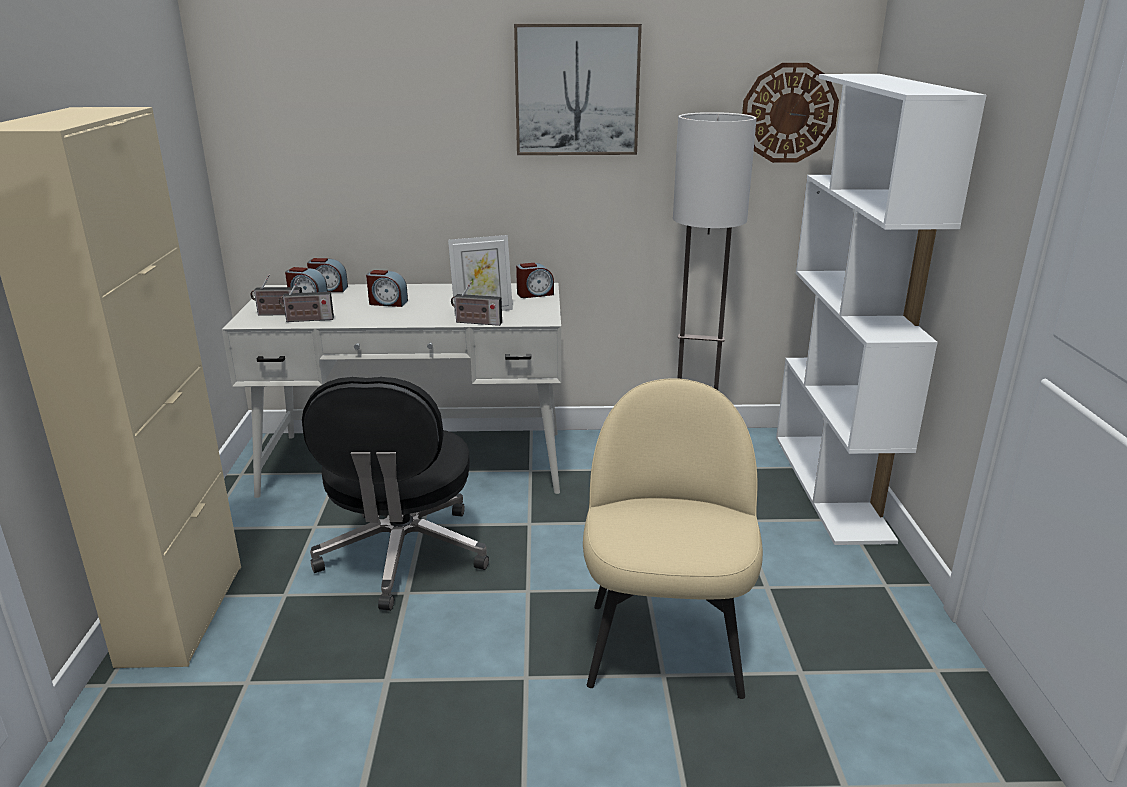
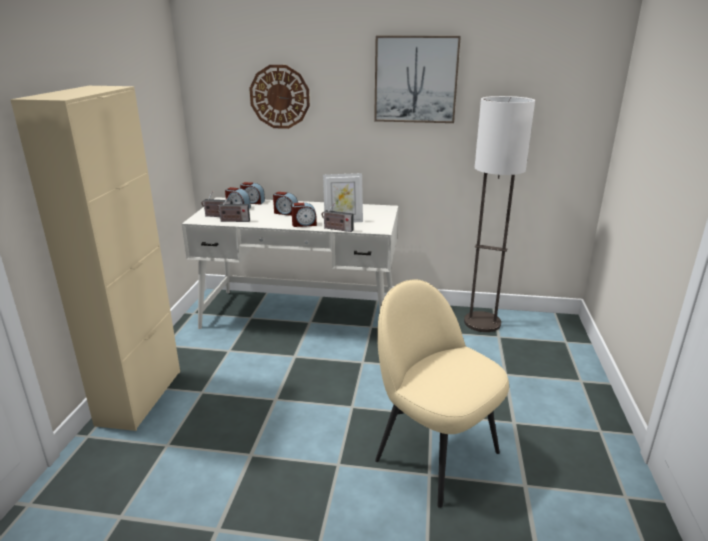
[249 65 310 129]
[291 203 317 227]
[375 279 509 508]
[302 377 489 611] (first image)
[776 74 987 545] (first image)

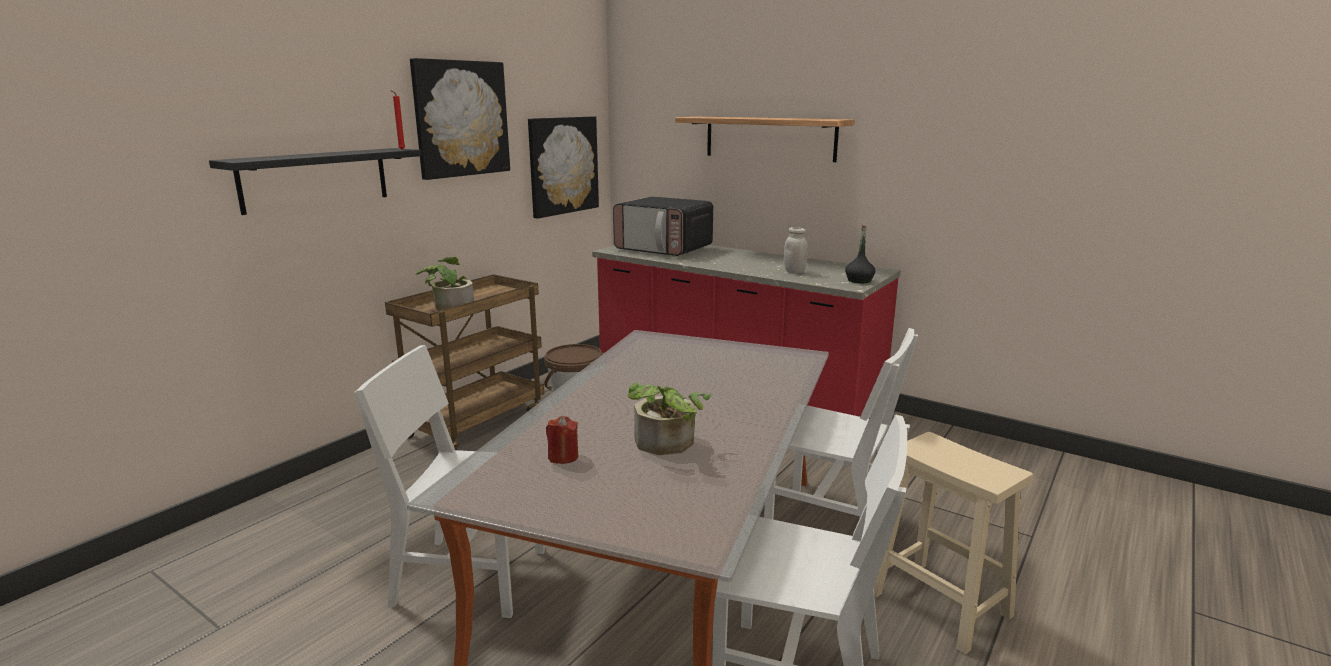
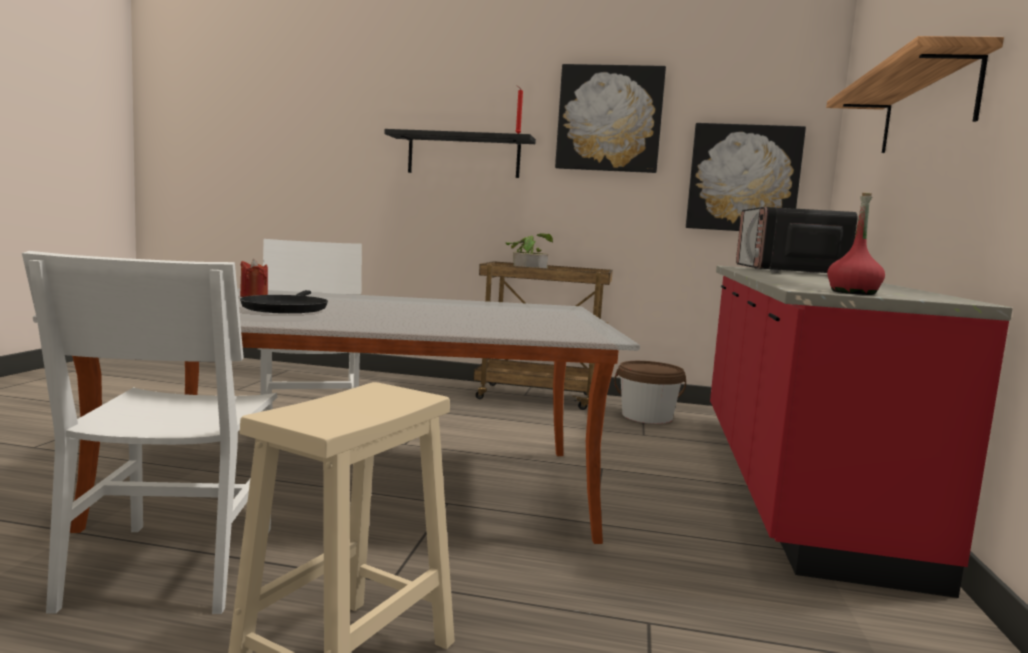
[240 290 328 313]
[827 192 885 295]
[764 328 918 519] (first image)
[784 227 808 273] (first image)

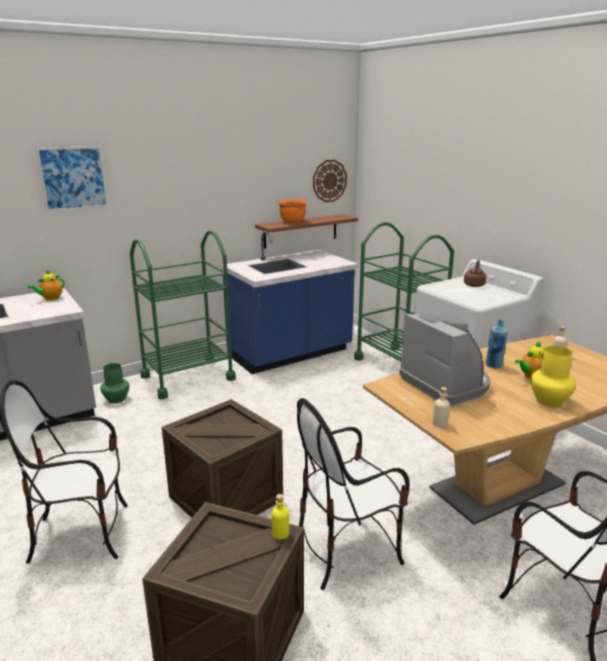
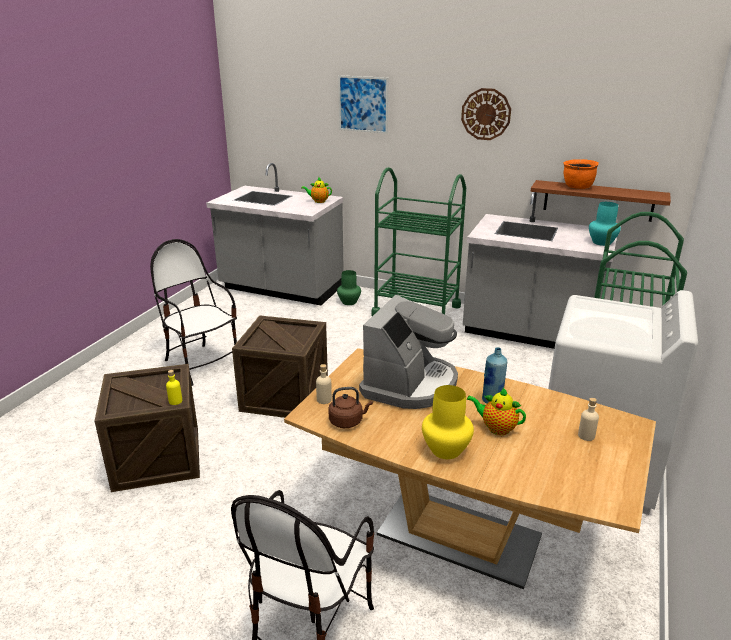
[329 387 373 428]
[461 88 511 140]
[463 192 617 349]
[589 202 621 246]
[297 398 410 590] (first image)

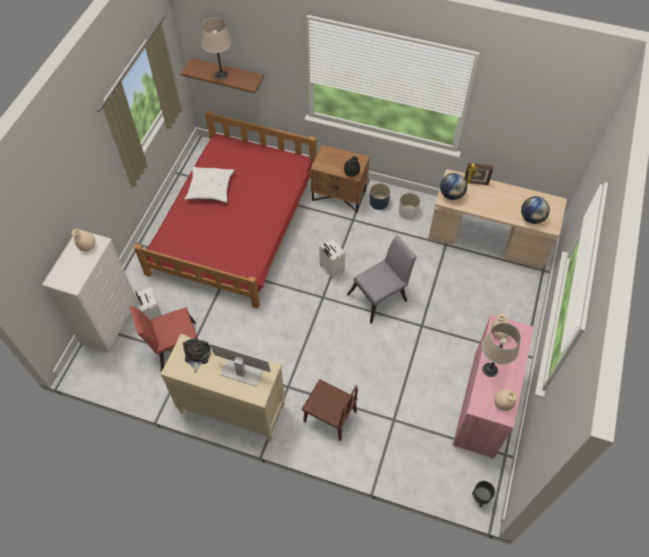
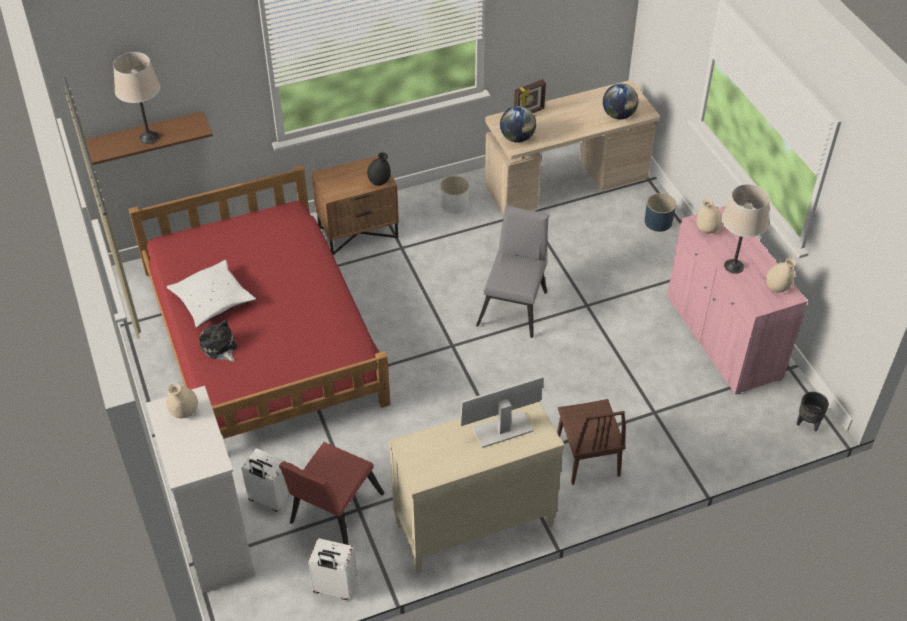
[199 320 237 362]
[308 538 357 600]
[557 399 626 485]
[645 193 676 232]

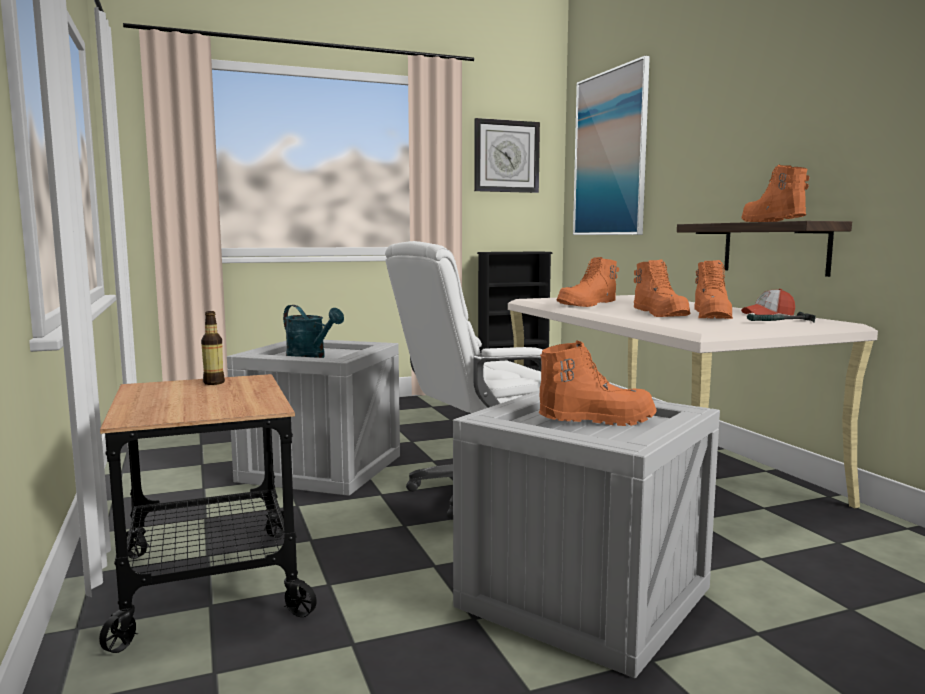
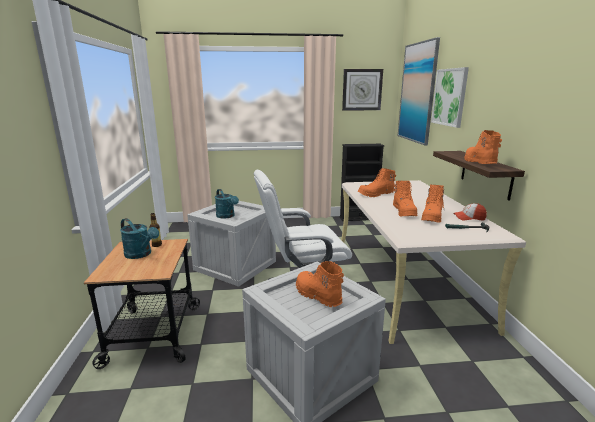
[120 218 159 259]
[296 261 344 307]
[431 67 469 128]

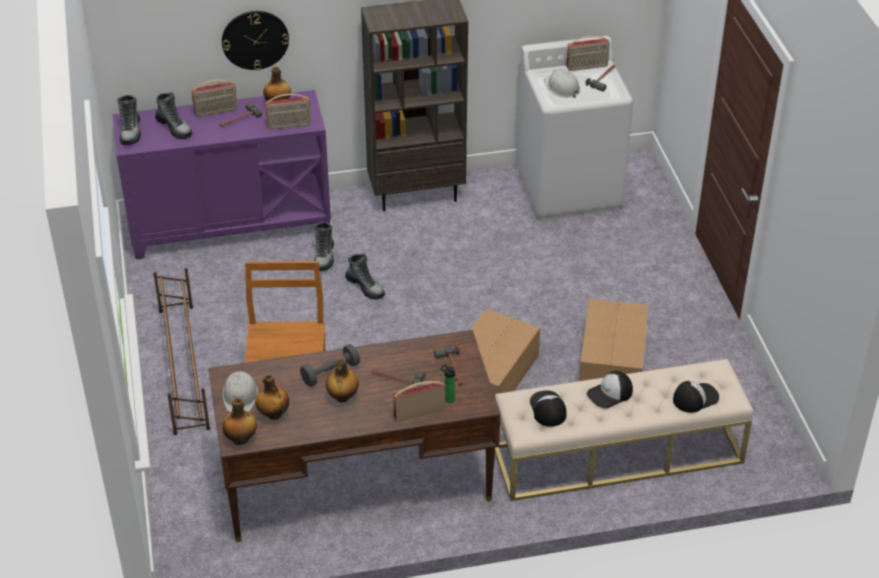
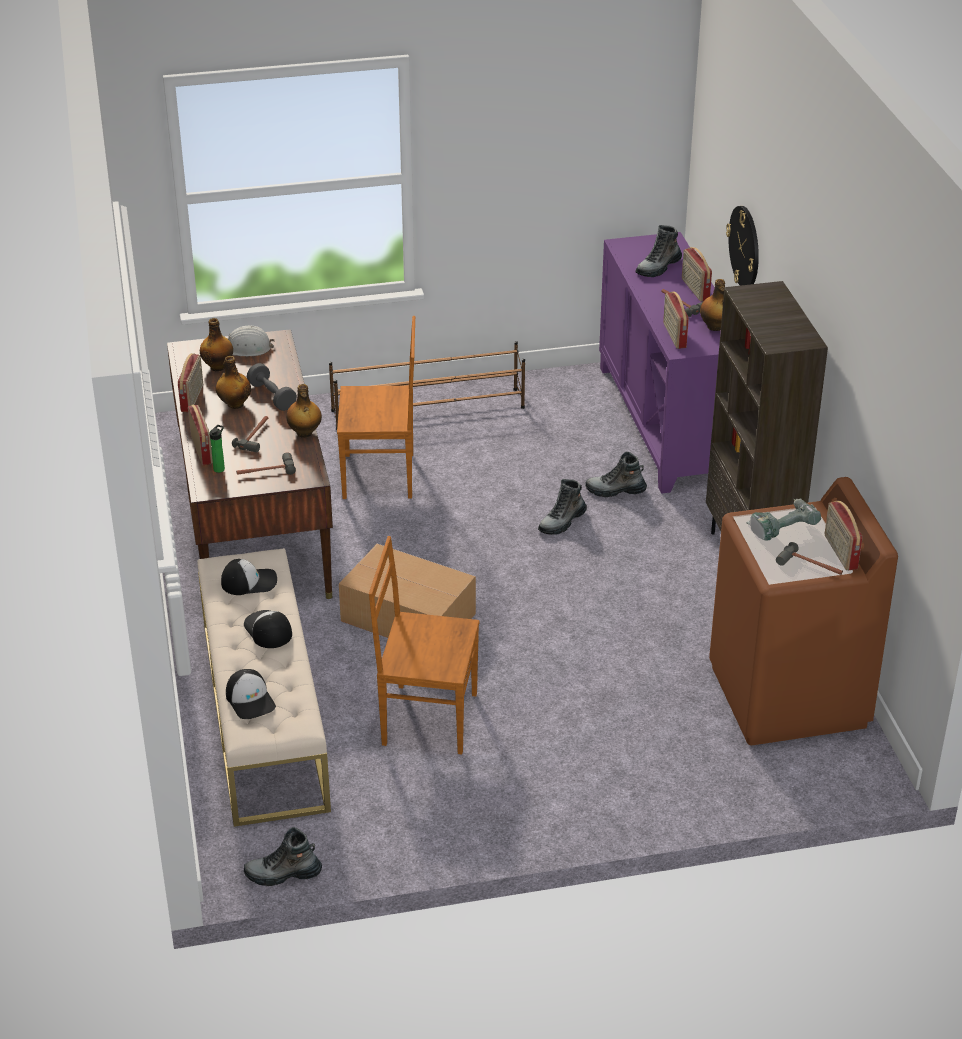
[178 353 203 412]
[244 827 322 886]
[286 384 322 438]
[369 536 480 754]
[709 477 898 745]
[746 498 821 541]

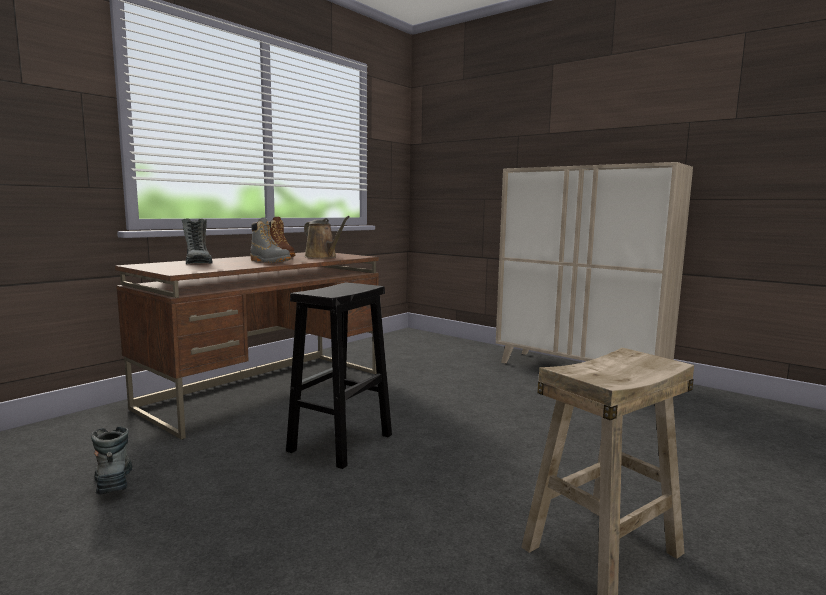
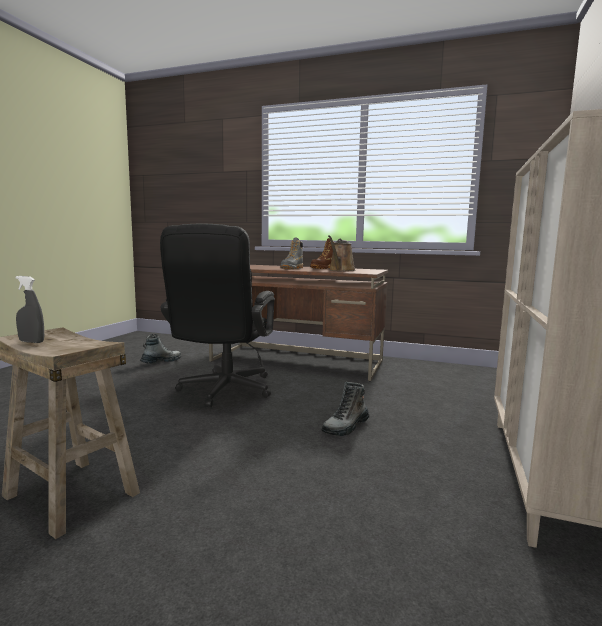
[15 276 44 343]
[160 224 275 407]
[322 381 370 436]

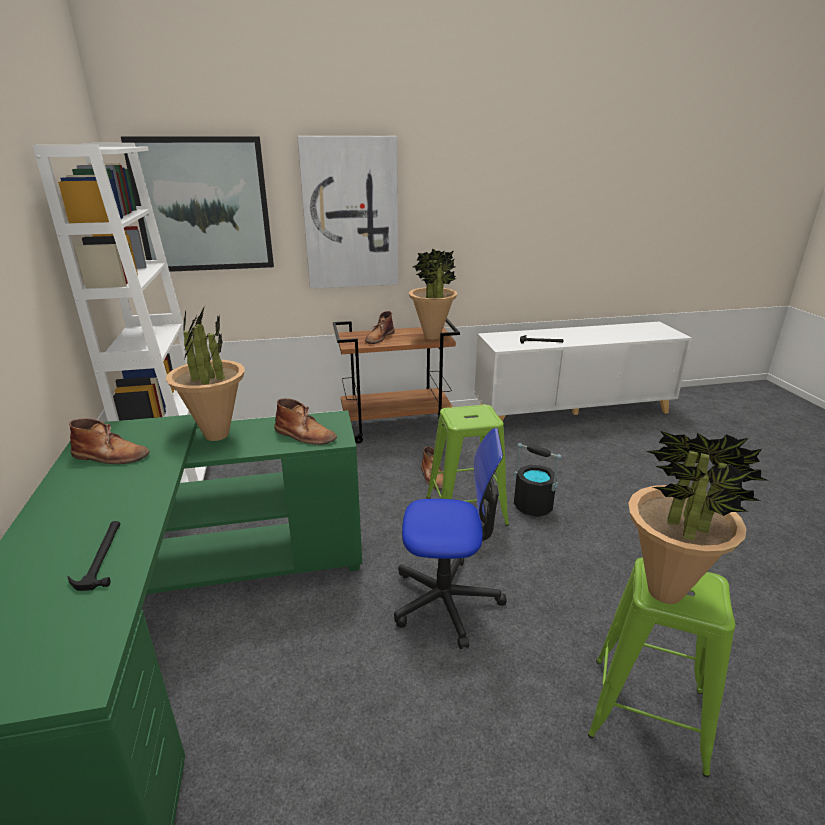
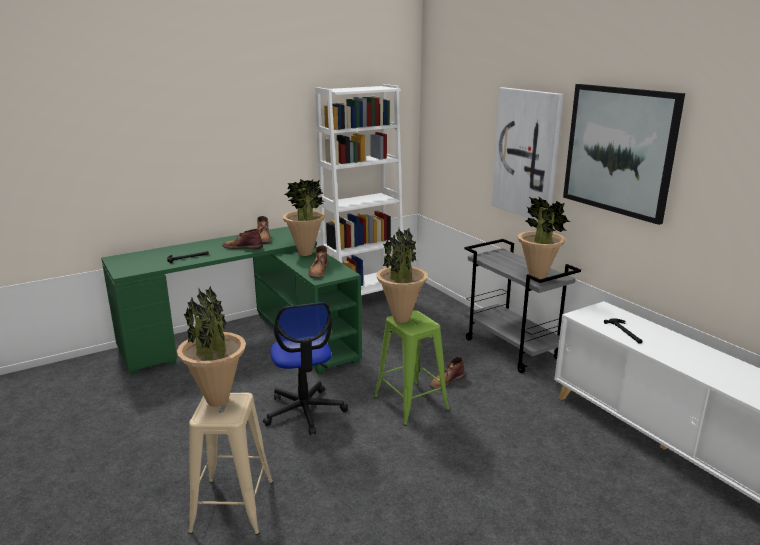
[188 392 273 535]
[222 229 263 249]
[376 228 428 323]
[464 239 581 373]
[563 84 685 225]
[514 443 562 517] (first image)

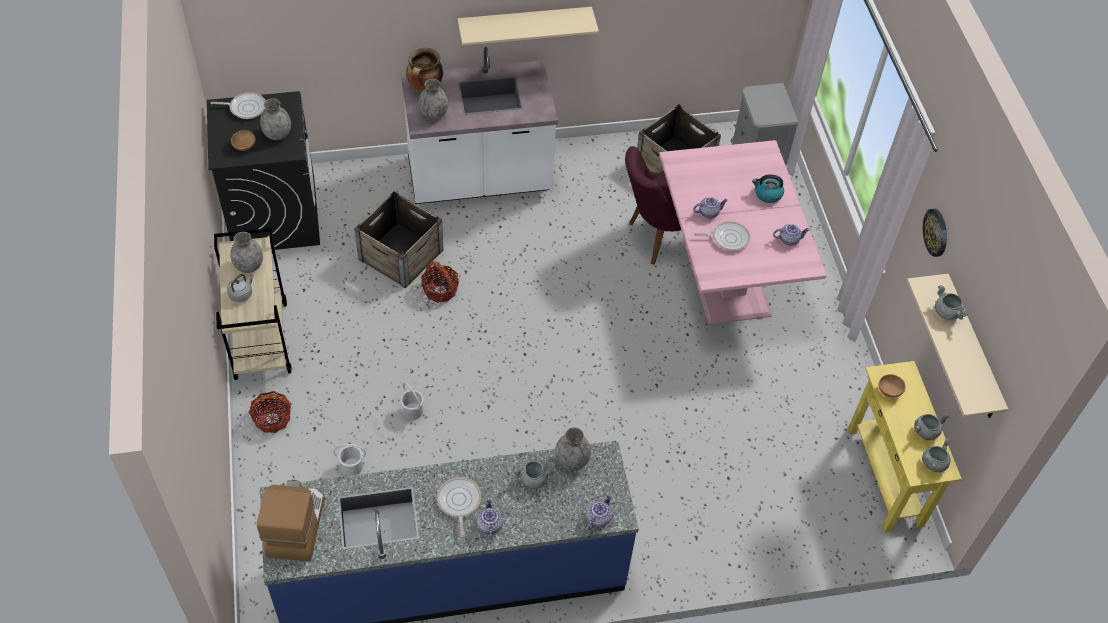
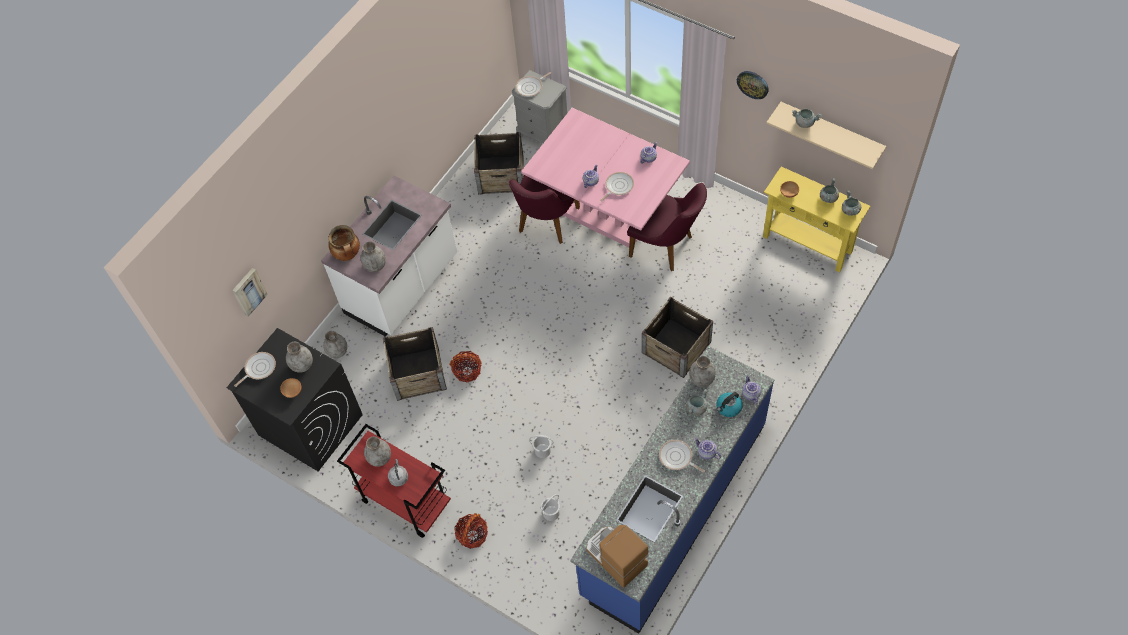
[232 268 268 317]
[323 330 347 358]
[337 424 451 538]
[516 72 551 97]
[627 183 707 271]
[642 297 713 378]
[716 392 743 417]
[457 7 599 45] (first image)

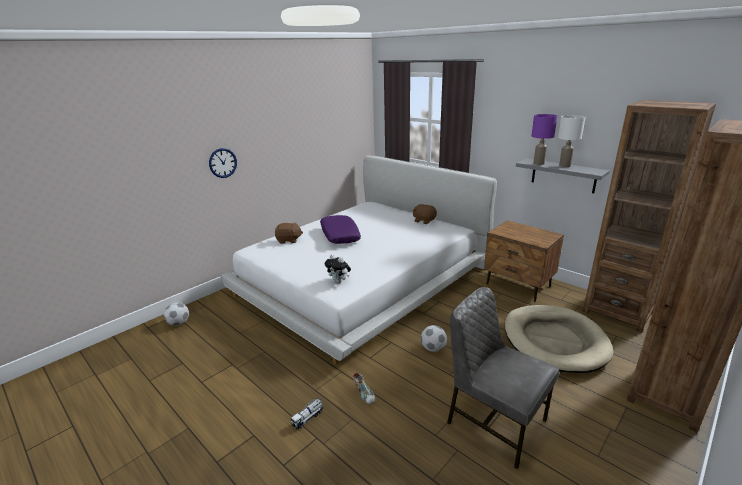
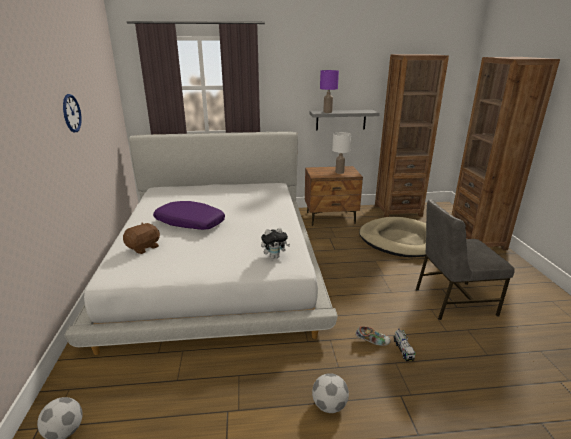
[63 94 82 132]
[312 373 349 413]
[332 132 351 174]
[393 329 416 361]
[413 204 437 224] (first image)

